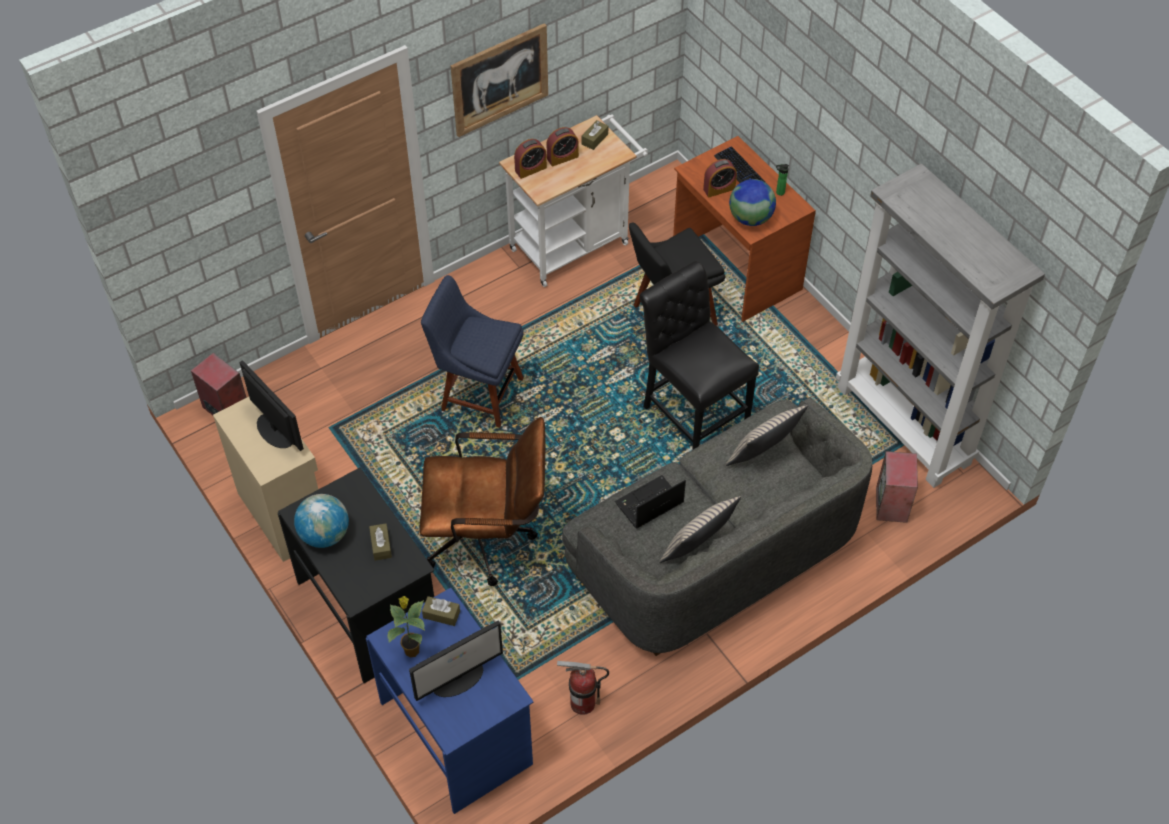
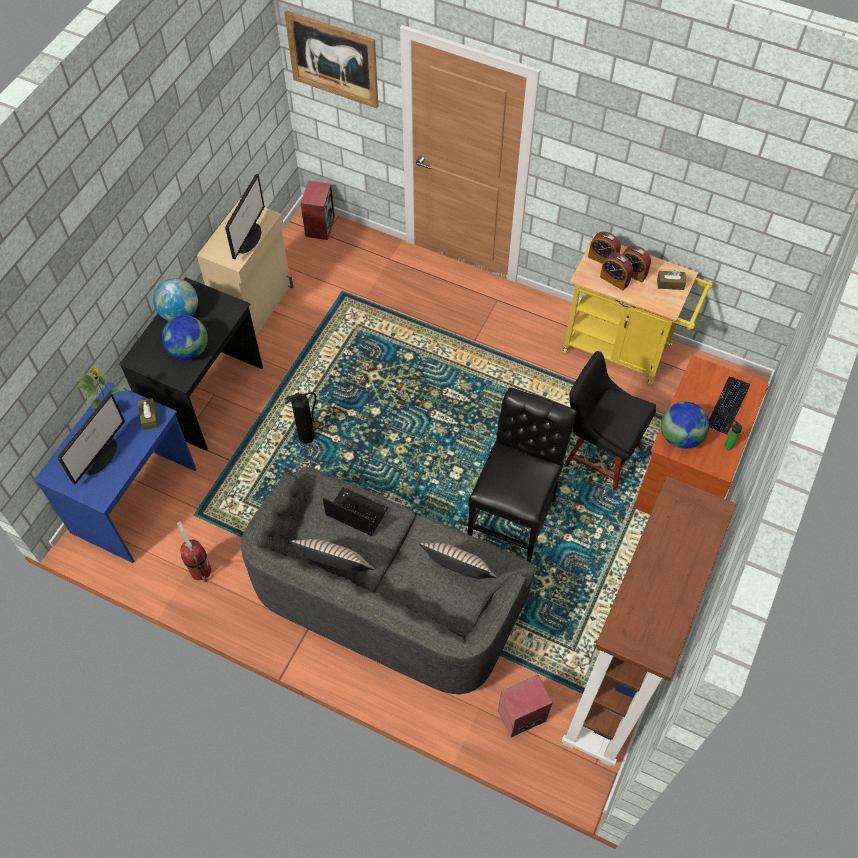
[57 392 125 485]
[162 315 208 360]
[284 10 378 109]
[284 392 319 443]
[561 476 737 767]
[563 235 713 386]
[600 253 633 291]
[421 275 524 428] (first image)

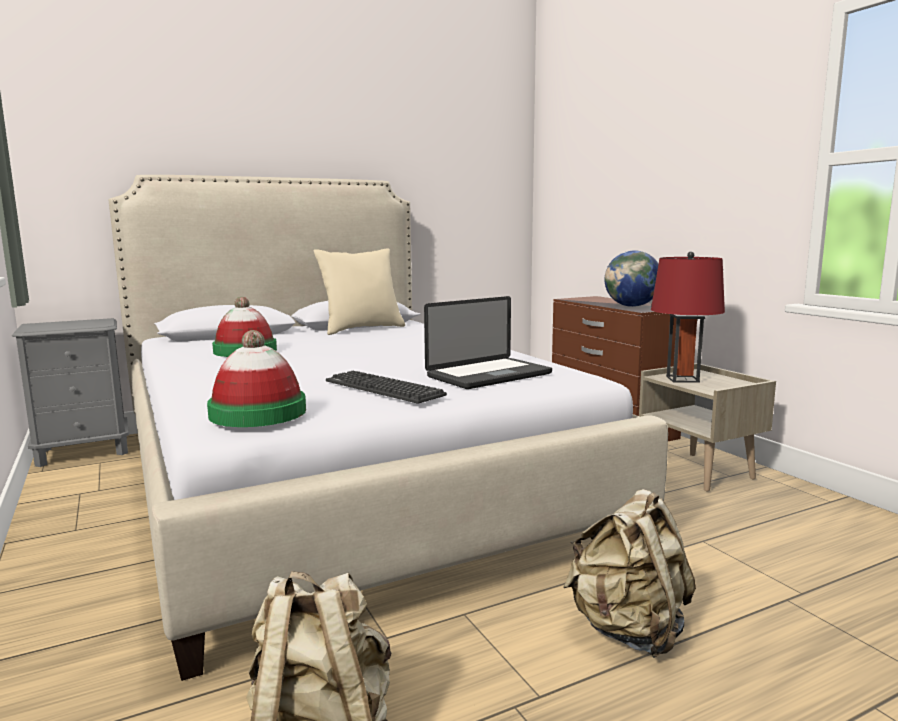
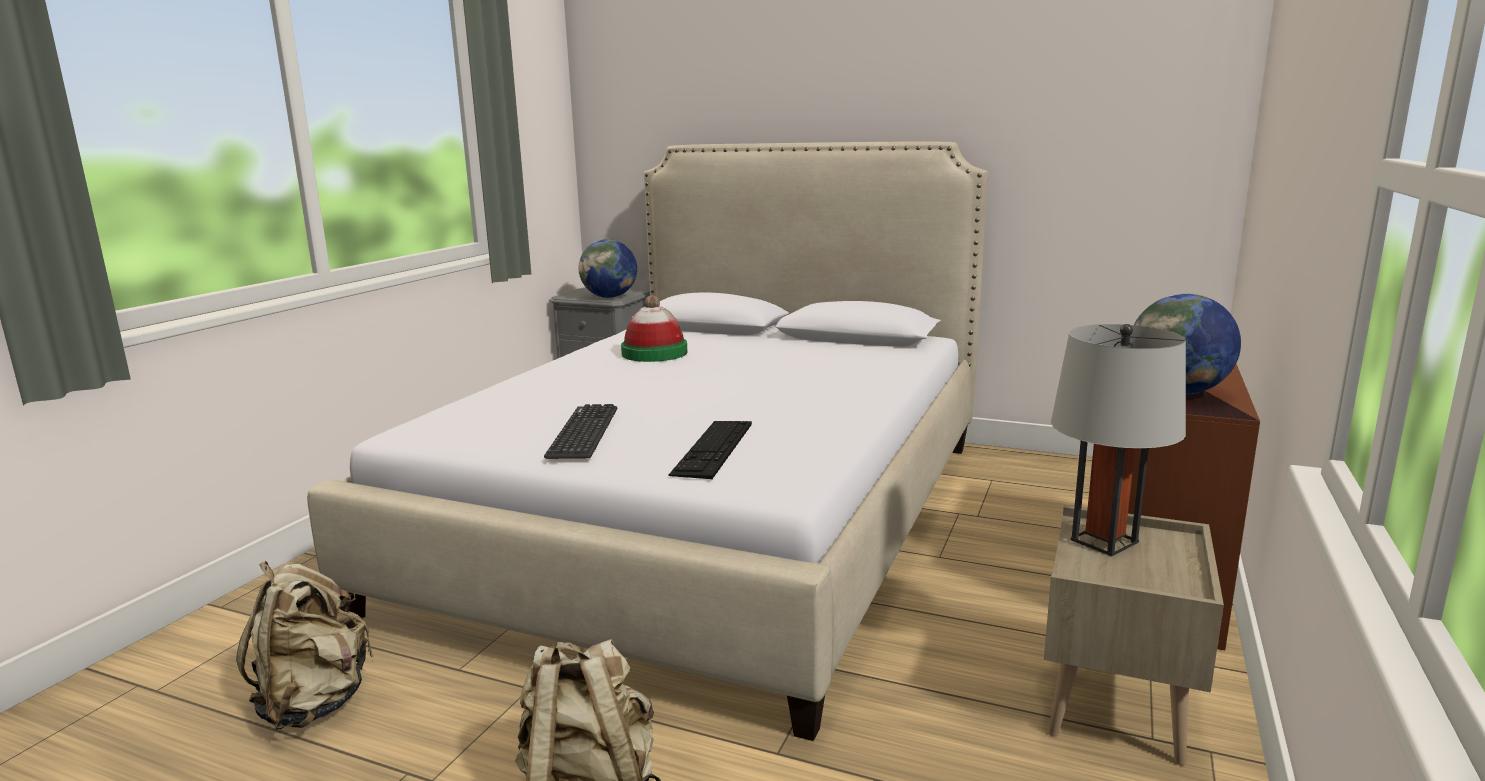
[579 239 637 298]
[669 421 752 479]
[1050 324 1186 556]
[207 330 306 427] (first image)
[314 249 405 335] (first image)

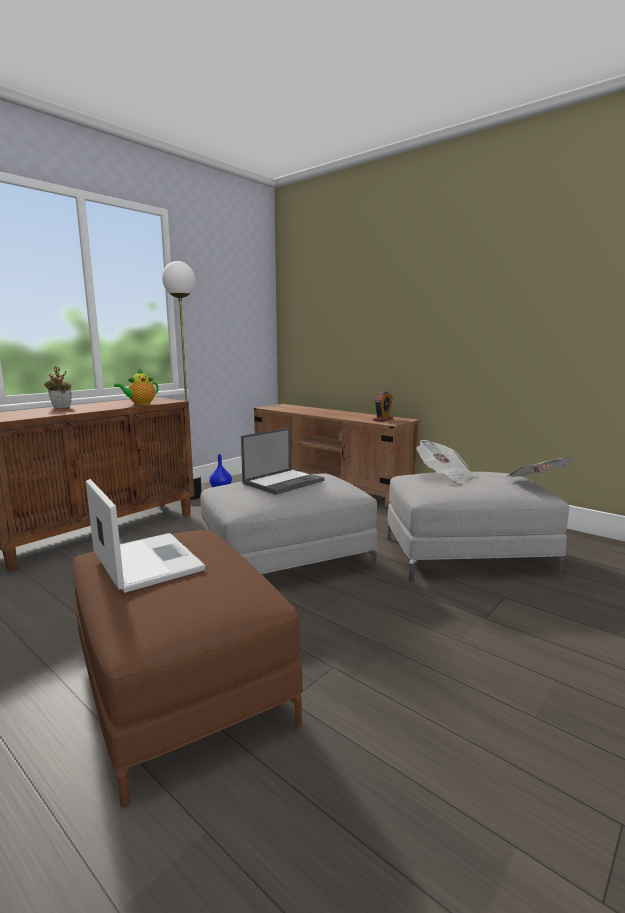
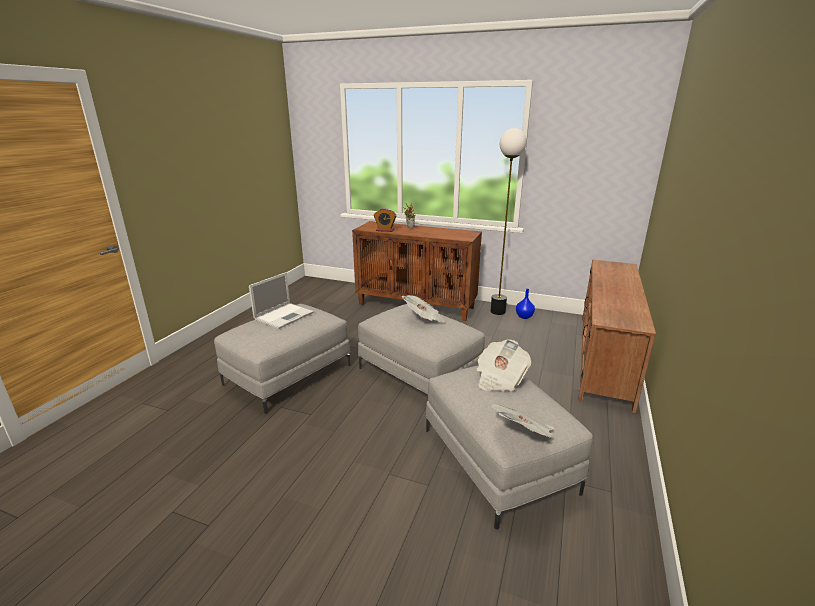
[214 304 350 414]
[374 208 397 232]
[402 295 445 323]
[114 368 159 405] (first image)

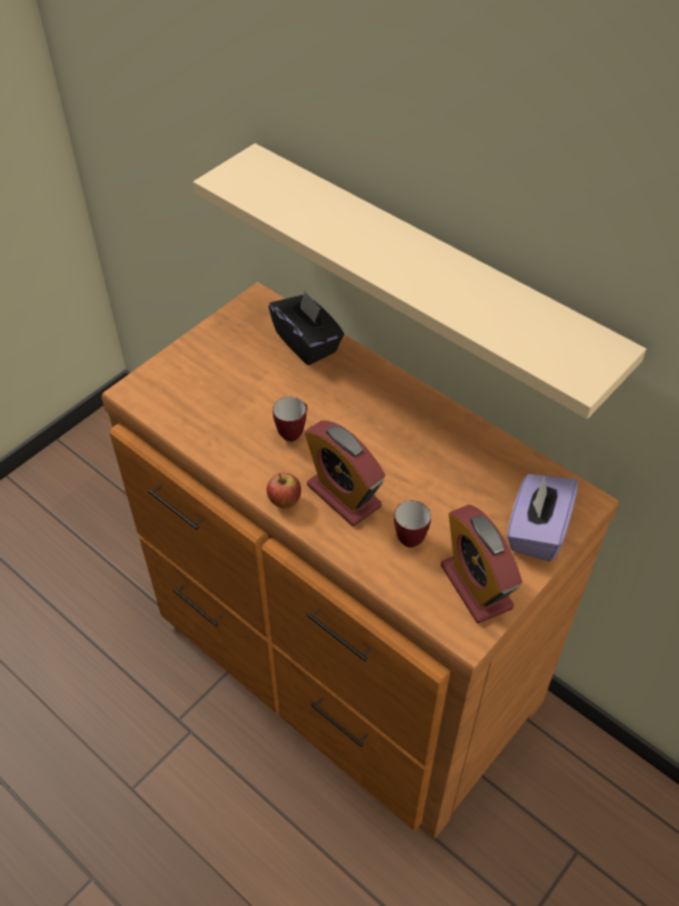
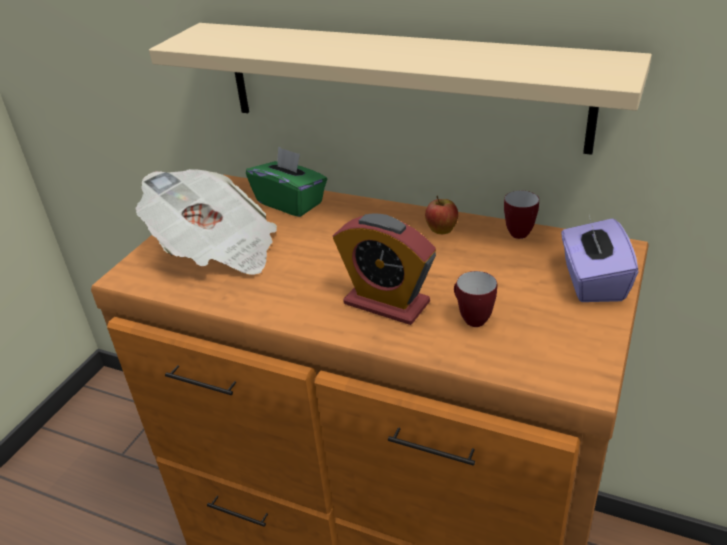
[135 169 277 275]
[246 146 327 217]
[425 195 458 234]
[504 191 539 239]
[441 504 522 623] (first image)

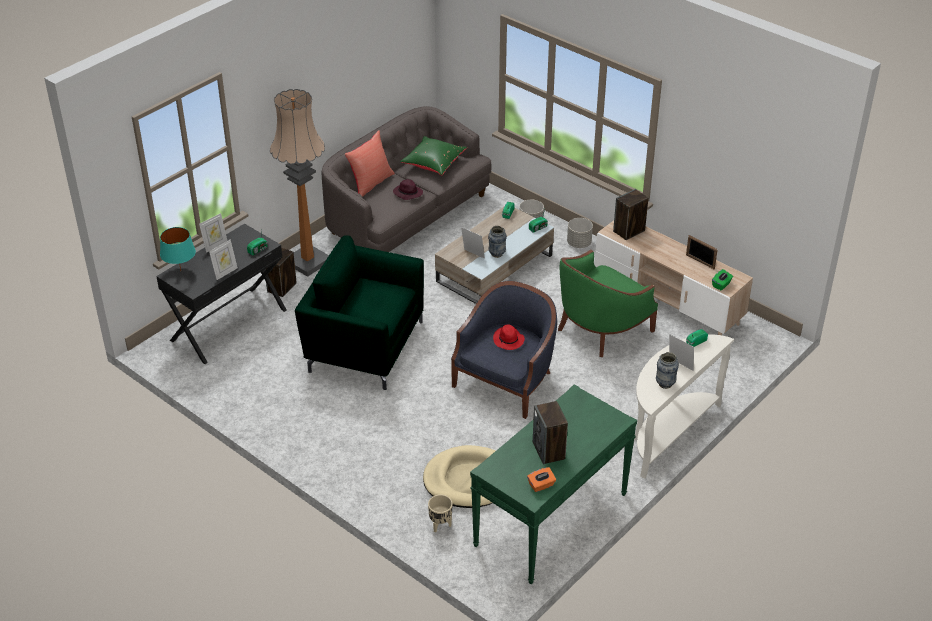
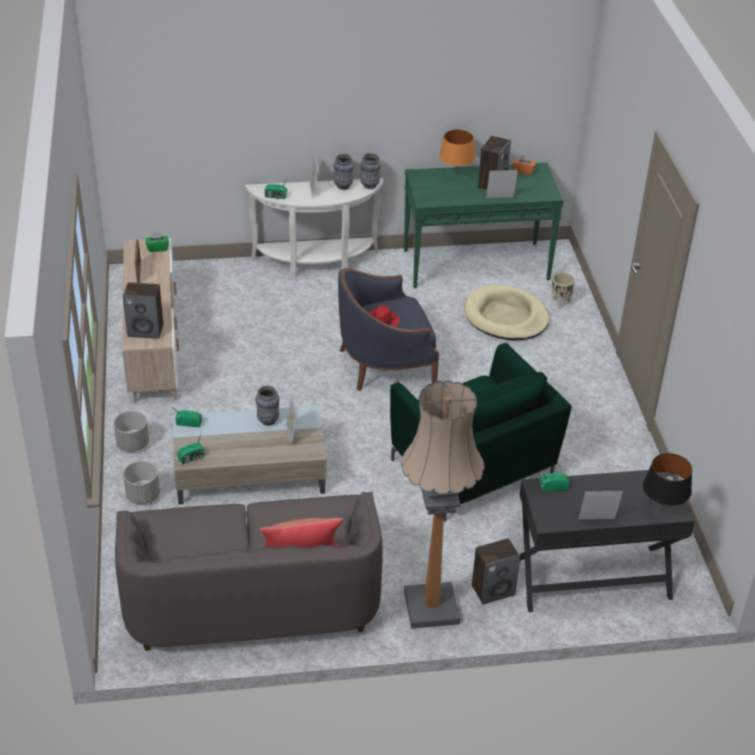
[360 153 381 189]
[439 129 475 171]
[486 170 518 198]
[643 453 692 511]
[393 179 423 200] (first image)
[400 136 467 176] (first image)
[558 250 658 357] (first image)

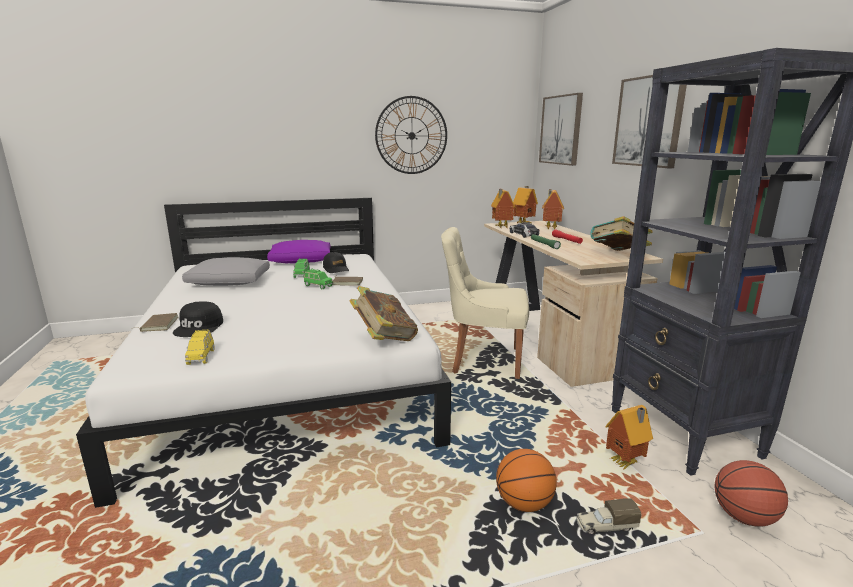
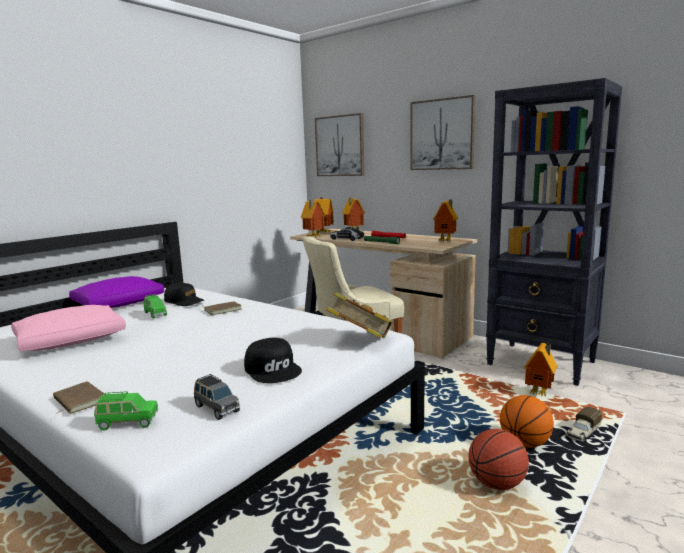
[11 305 126 351]
[94 391 158 431]
[194 374 240 420]
[244 338 302 383]
[433 200 458 241]
[468 429 529 490]
[375 96 447 174] (first image)

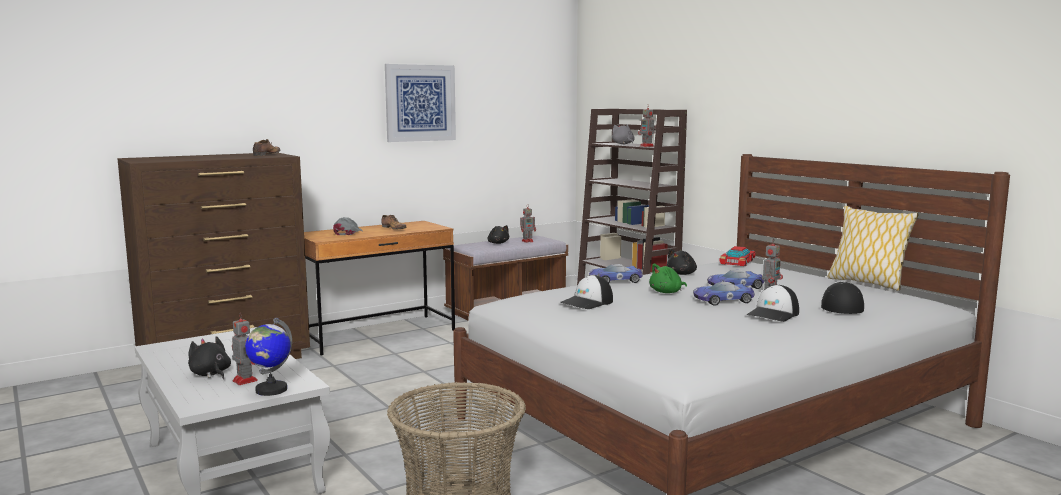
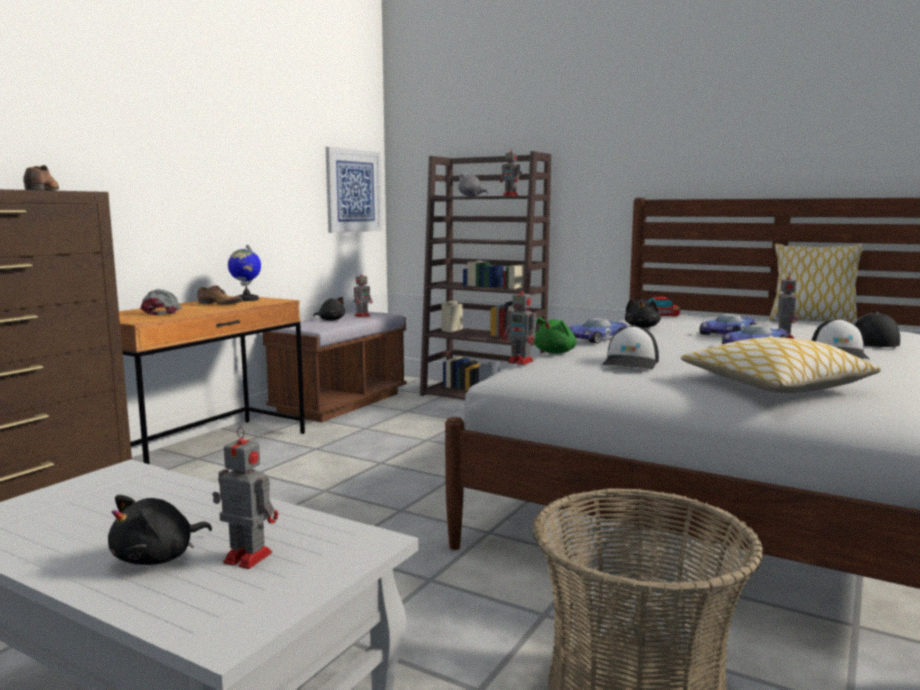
[108 495 212 565]
[228 244 261 301]
[326 147 382 233]
[503 284 540 365]
[534 317 577 354]
[681 337 881 393]

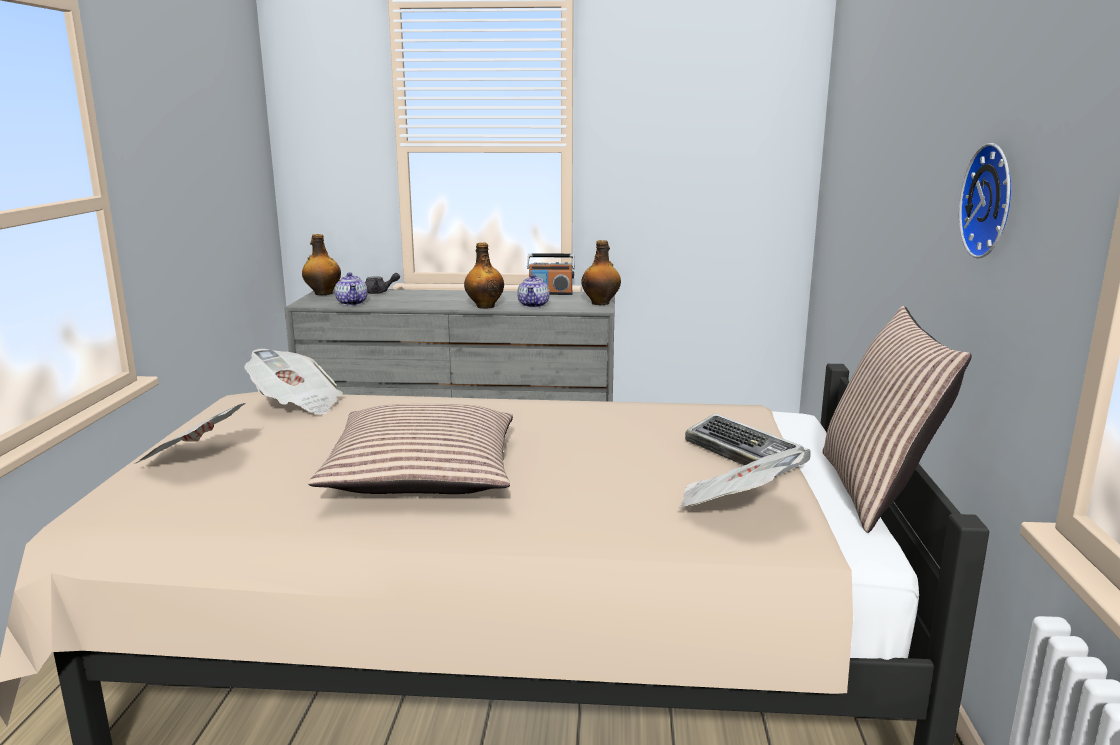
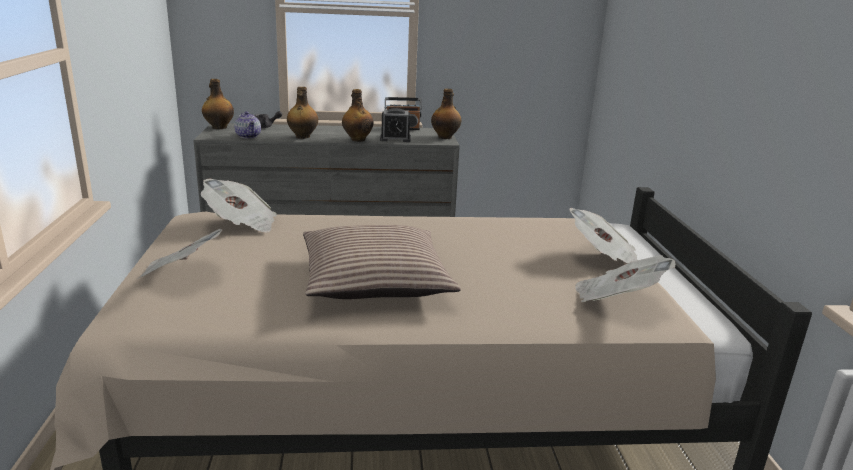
[287 87 318 139]
[380 108 411 142]
[570 208 637 263]
[822 306 972 533] (first image)
[959 143 1011 258] (first image)

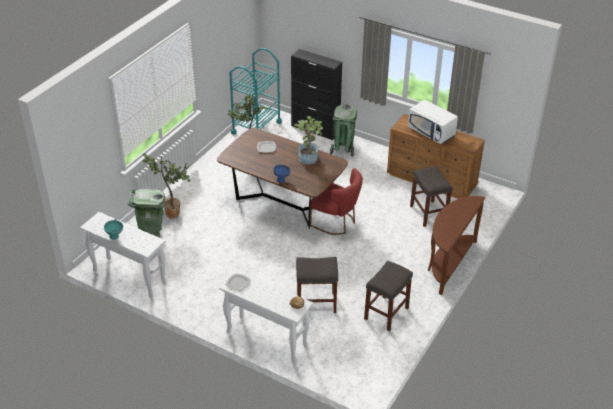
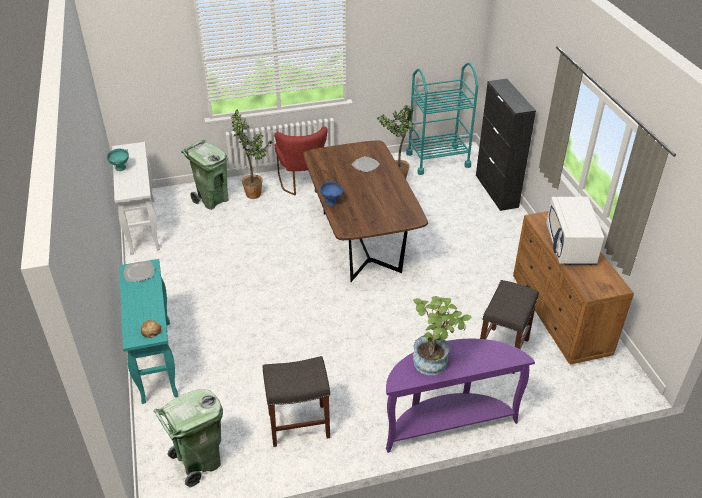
[119 259 178 404]
[154 389 223 488]
[274 126 327 195]
[386 339 535 453]
[413 296 471 375]
[296 257 338 313] (first image)

